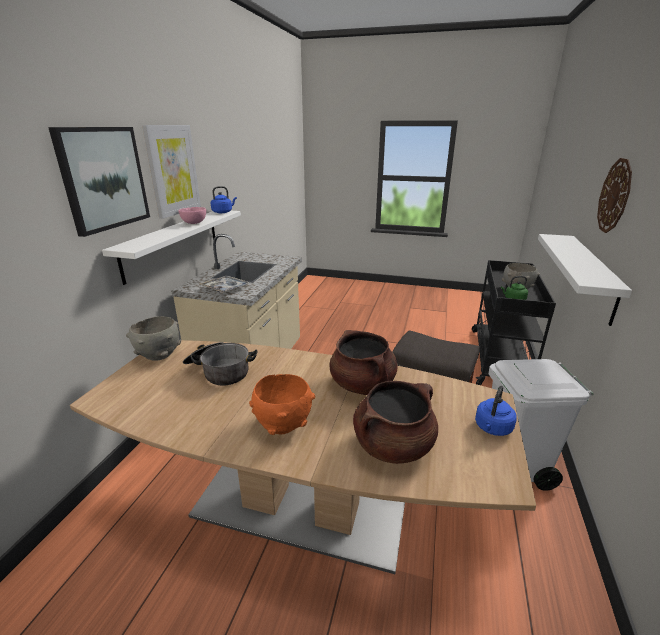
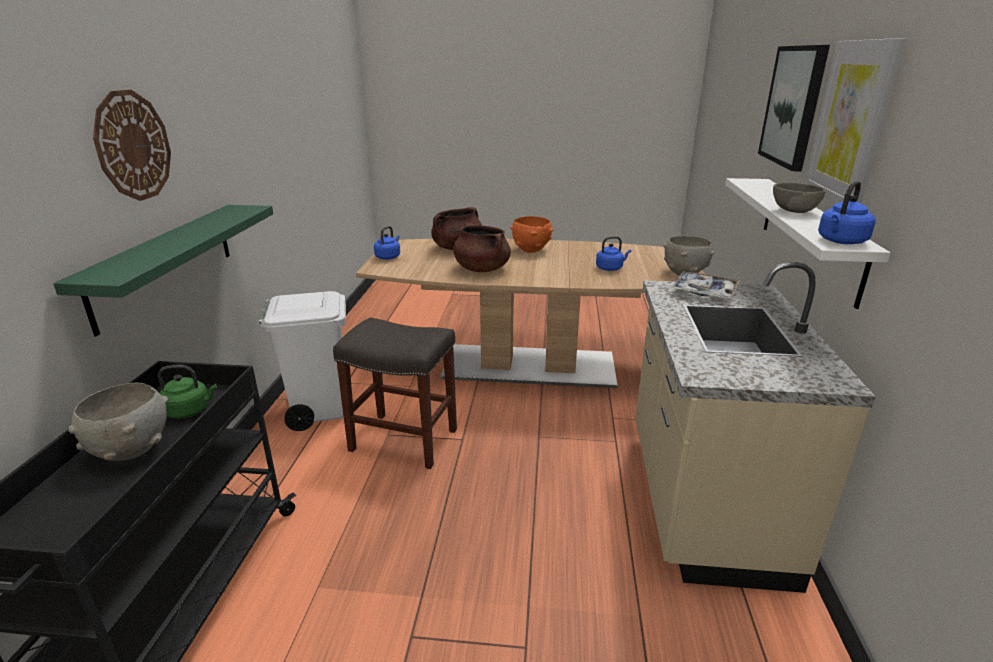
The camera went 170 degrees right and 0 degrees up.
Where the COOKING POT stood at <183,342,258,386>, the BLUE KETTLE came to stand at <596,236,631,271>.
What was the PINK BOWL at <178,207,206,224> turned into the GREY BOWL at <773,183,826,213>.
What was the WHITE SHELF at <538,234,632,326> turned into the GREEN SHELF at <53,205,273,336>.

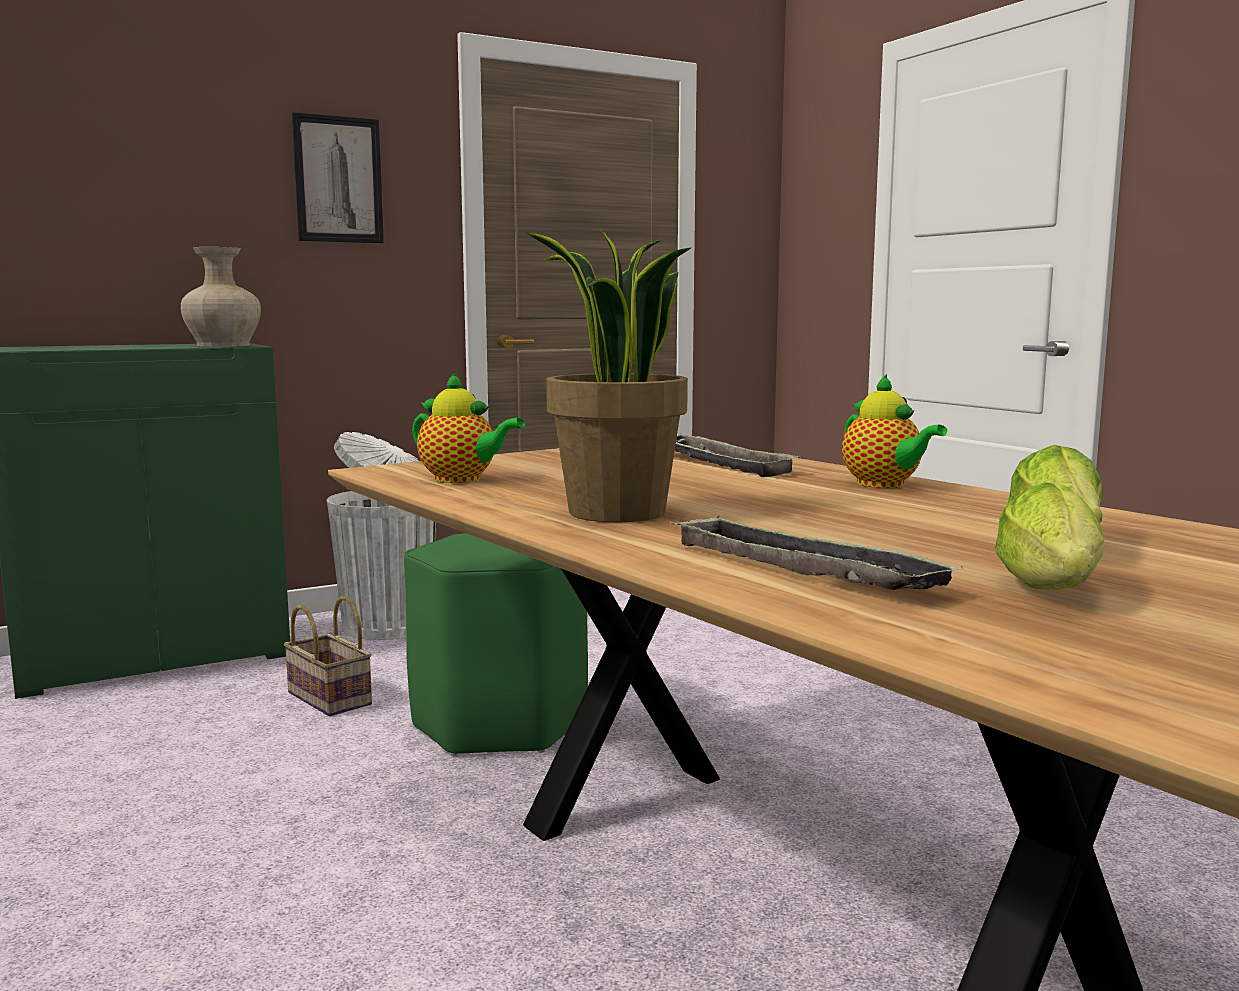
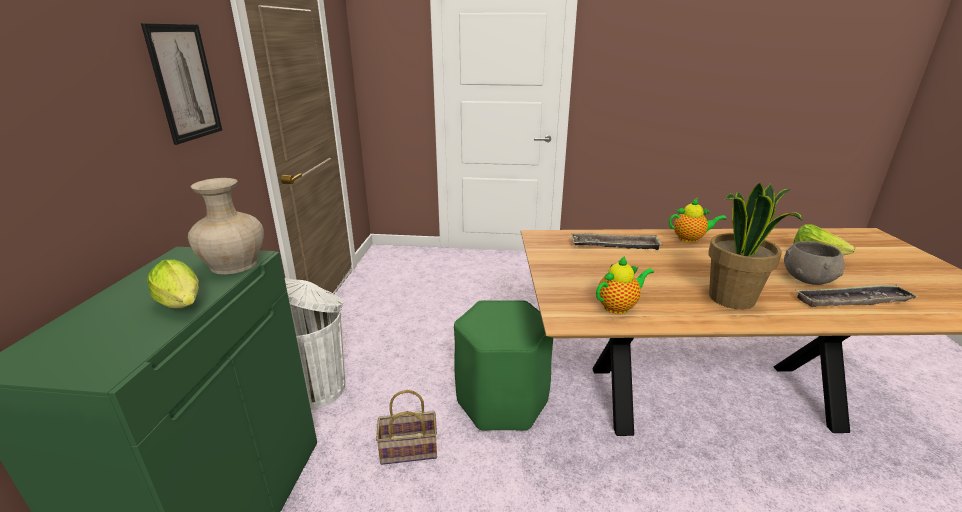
The camera went 55 degrees left and 15 degrees up.
The second view gained the GREY BOWL at <784,241,845,285>.
The LETTUCE ended up elsewhere, having gone from <995,482,1104,590> to <147,259,199,309>.

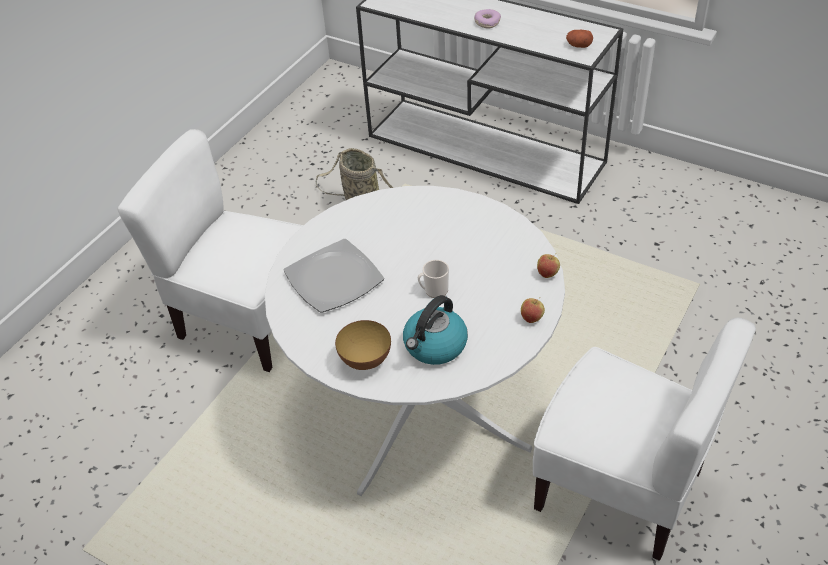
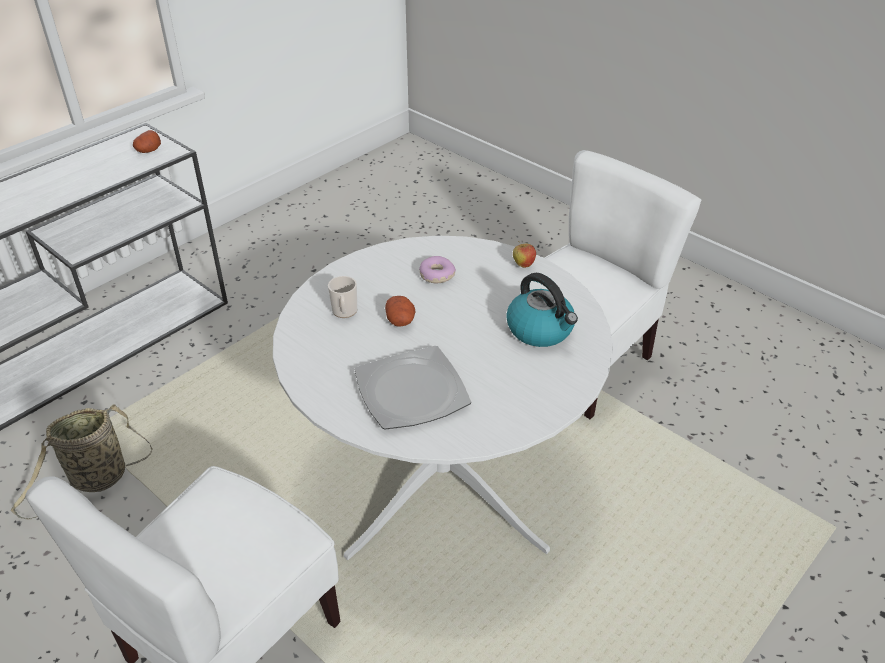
The camera went 80 degrees left and 5 degrees down.
The second view lost the BOWL at <335,320,391,370>.
The second view lost the APPLE at <537,253,560,278>.
The second view gained the POTATO at <385,296,415,326>.
The MUG ended up elsewhere, having gone from <418,260,449,298> to <328,276,357,318>.
The DONUT ended up elsewhere, having gone from <474,9,501,29> to <419,256,456,283>.

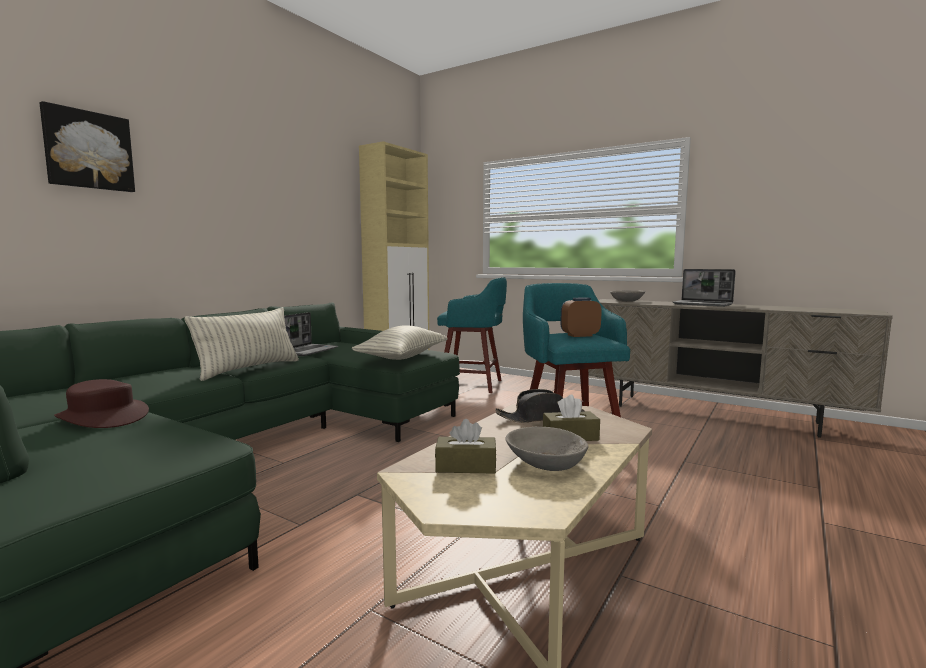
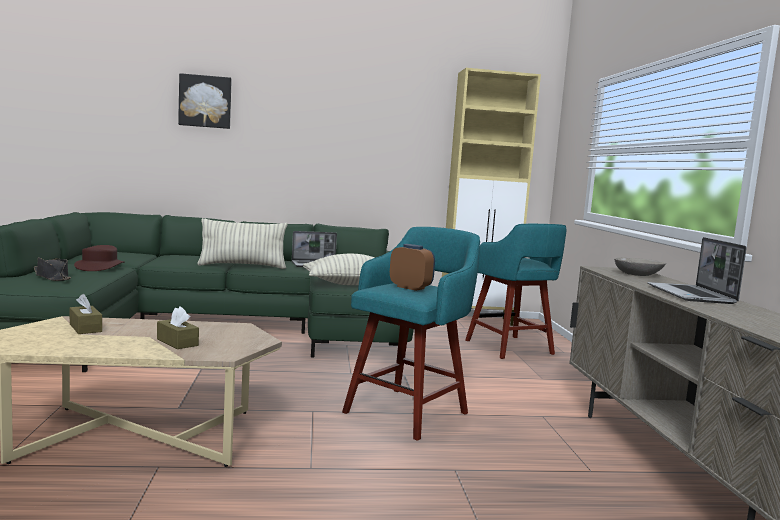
The camera went 50 degrees right and 0 degrees up.
The second view lost the GREY BOWL at <506,427,589,471>.
The BLACK HAT ended up elsewhere, having gone from <495,389,584,423> to <34,257,71,281>.

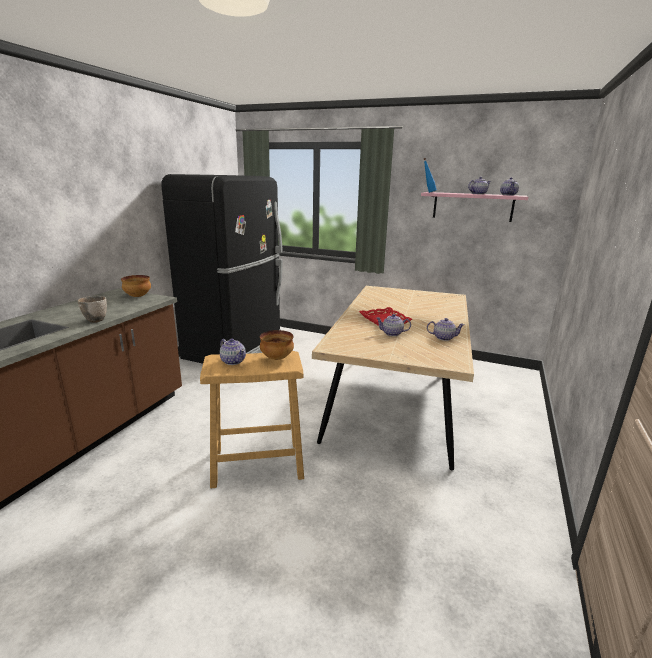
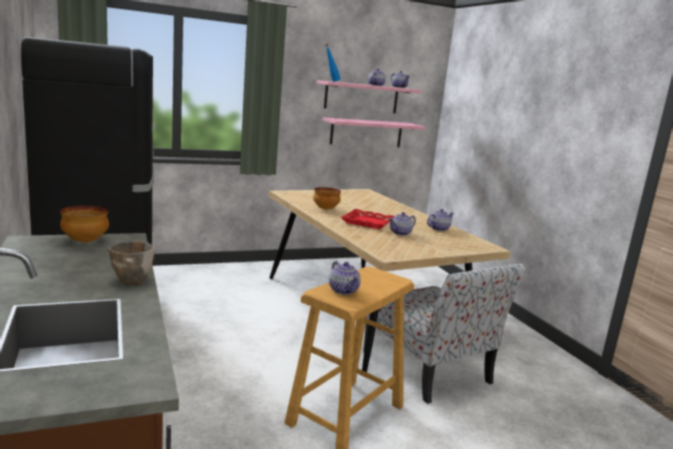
The camera went 45 degrees left and 5 degrees down.
The second view gained the PINK SHELF at <323,117,426,147>.
The second view gained the CHAIR at <363,263,526,404>.
The BOWL ended up elsewhere, having gone from <260,330,294,360> to <313,187,341,210>.
The TEAPOT at <220,338,246,365> ended up facing another way, 60 degrees clockwise from before.

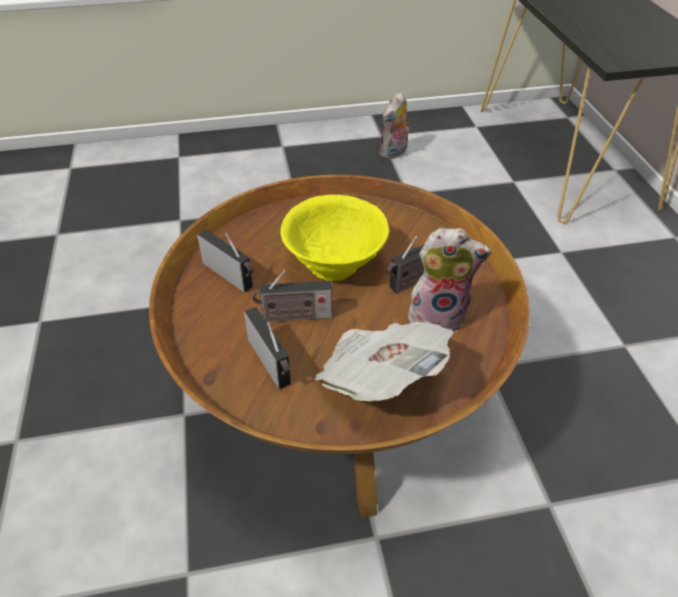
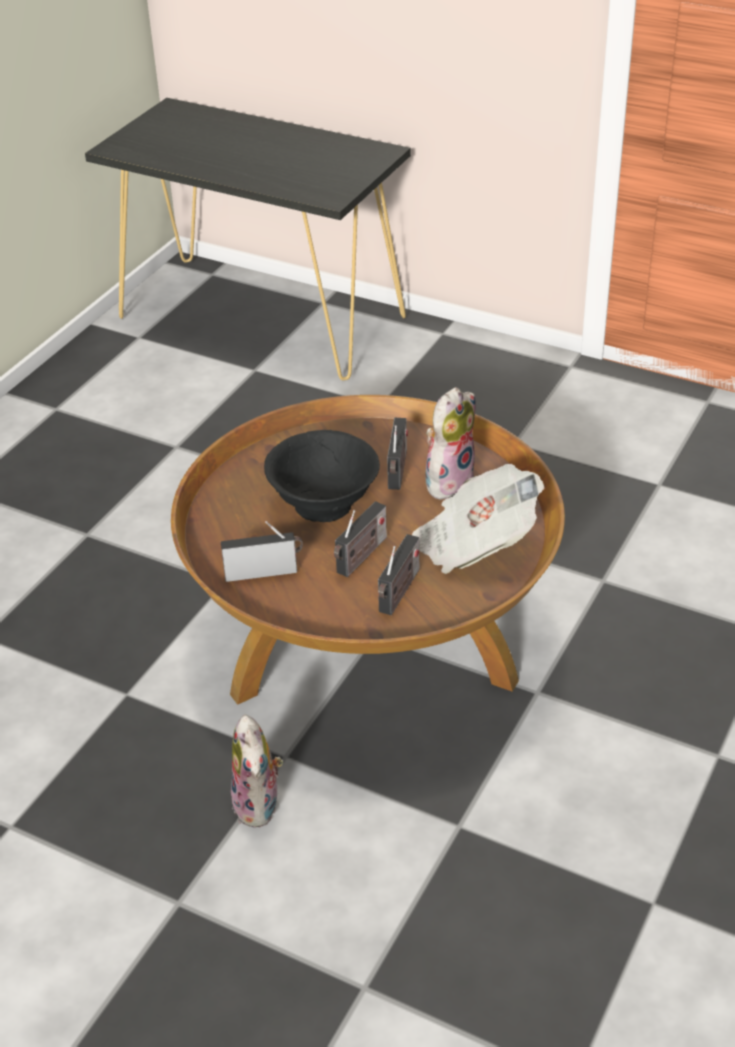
The camera went 50 degrees left and 5 degrees down.
The PLUSH TOY ended up elsewhere, having gone from <380,92,410,160> to <231,714,283,828>.
What was the YELLOW BOWL at <281,195,389,281> turned into the BLACK BOWL at <264,430,380,522>.
The RADIO at <244,307,291,389> ended up facing another way, 105 degrees clockwise from before.

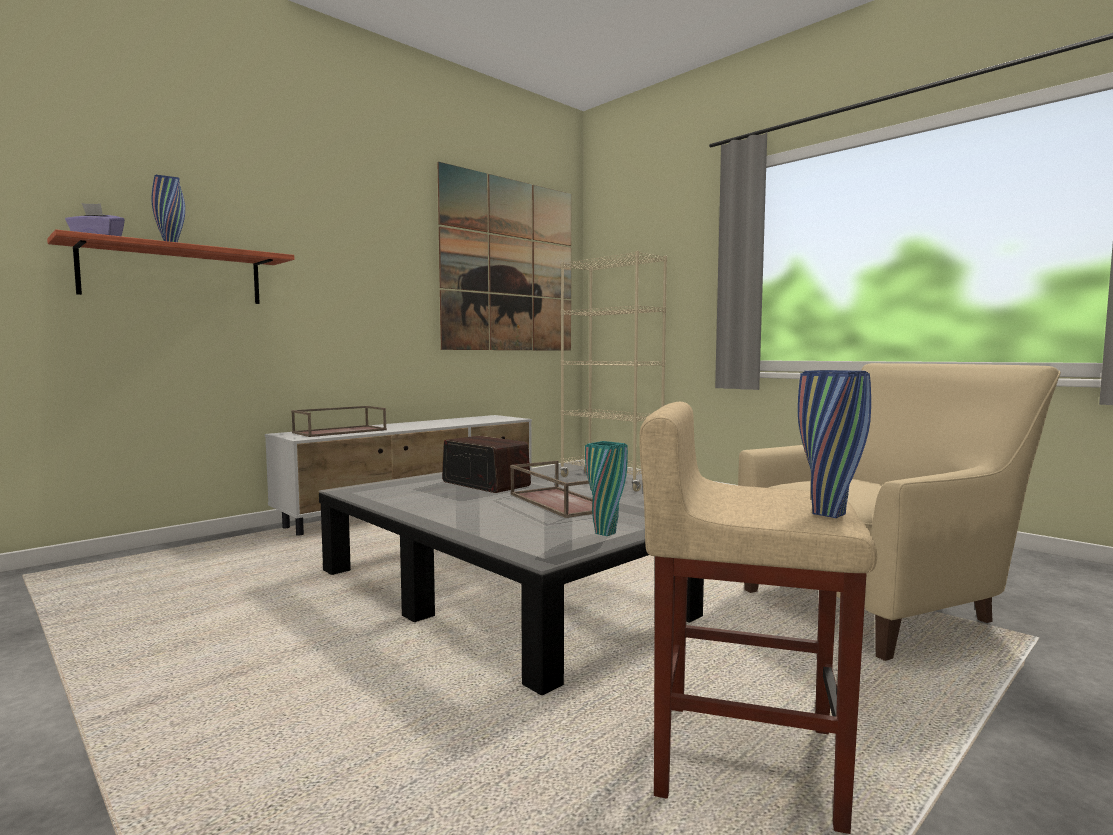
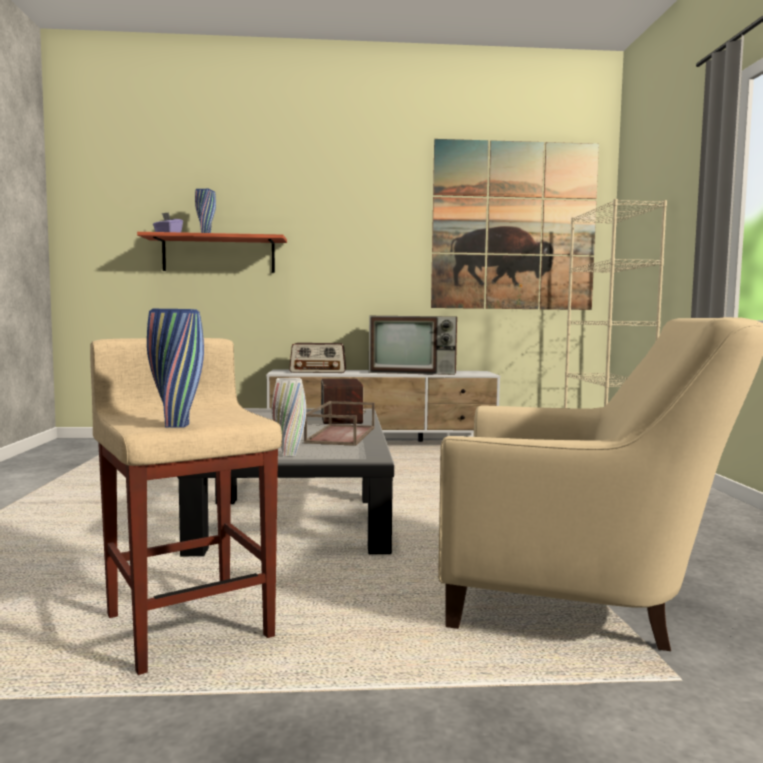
The camera went 40 degrees right and 0 degrees up.
The second view gained the TELEVISION at <369,316,457,375>.
Where the BROWN TRAY stood at <291,406,387,437>, the RADIO came to stand at <289,343,346,373>.
What was the TURQUOISE VASE at <585,441,628,536> turned into the WHITE VASE at <272,378,306,456>.

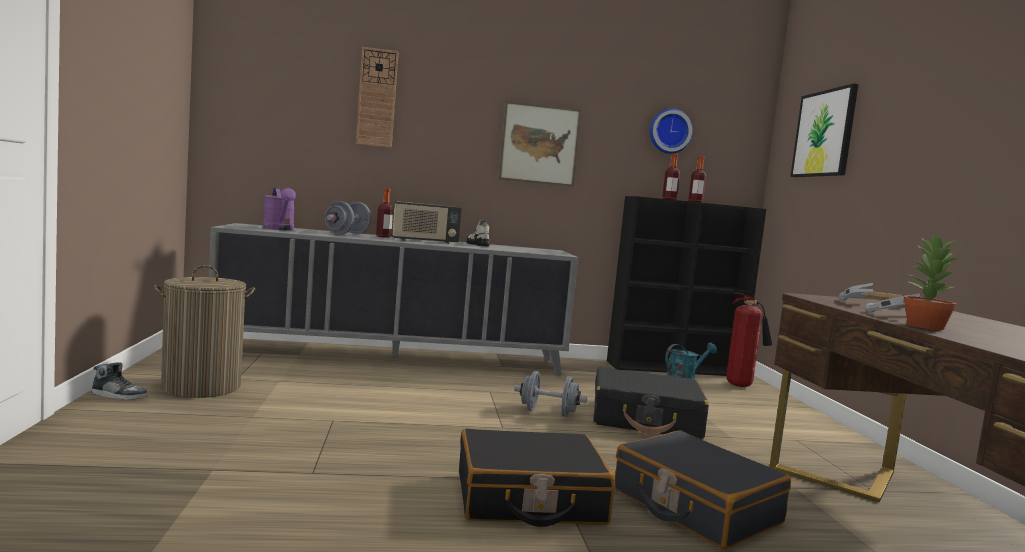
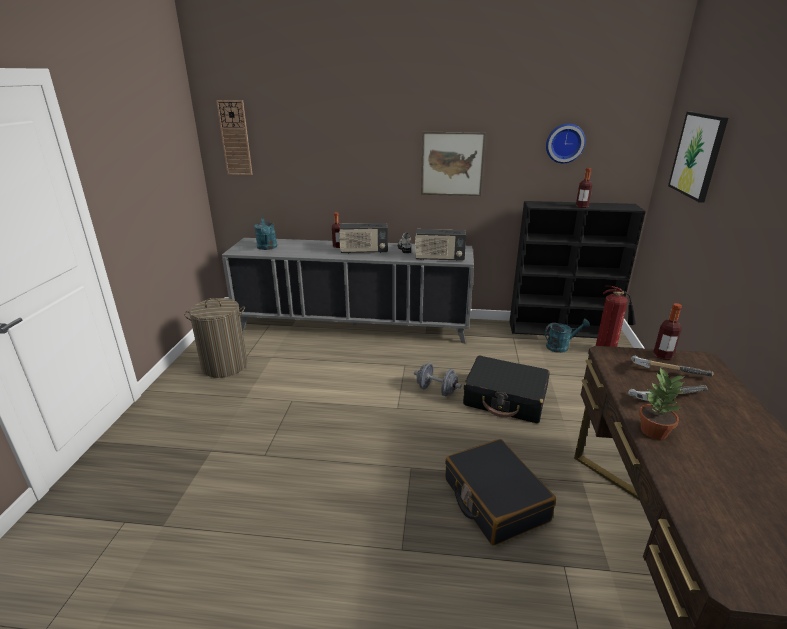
The camera went 15 degrees right and 20 degrees up.
The second view lost the SHOE at <92,362,147,400>.
The second view lost the GREY DUMBBELL at <325,201,371,234>.
The second view lost the BLACK SUITCASE at <459,429,615,527>.
The second view gained the RADIO at <415,229,466,261>.
The WALL CLOCK ended up elsewhere, having gone from <356,47,398,148> to <216,100,253,175>.
The BOTTLE ended up elsewhere, having gone from <662,153,680,200> to <653,303,682,360>.
What was the PURPLE WATERING CAN at <263,187,296,231> turned into the TURQUOISE WATERING CAN at <254,217,277,250>.

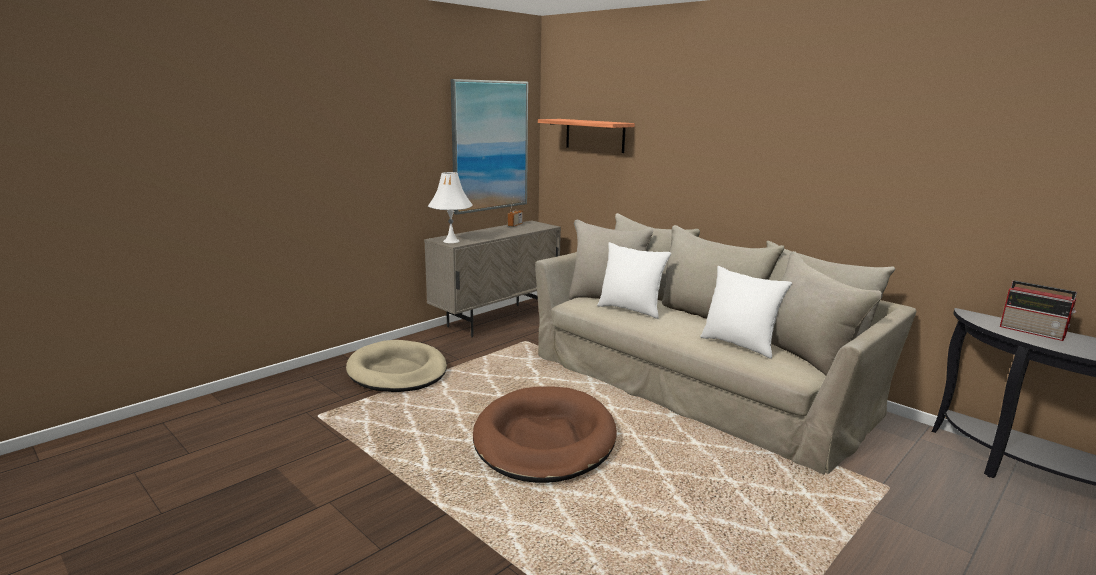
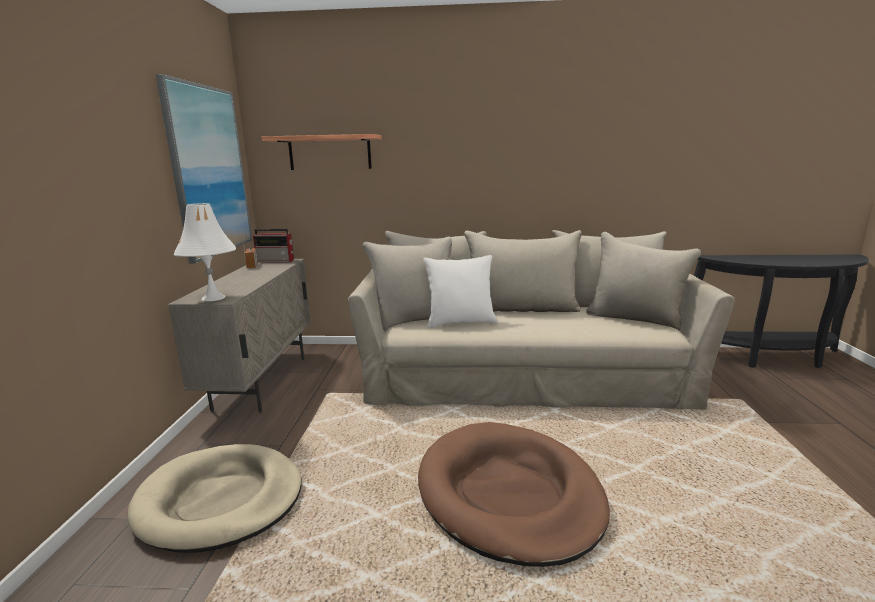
The camera went 40 degrees left and 0 degrees up.
The second view lost the WHITE PILLOW at <700,266,792,359>.
The RADIO ended up elsewhere, having gone from <1000,280,1077,341> to <253,229,294,262>.

